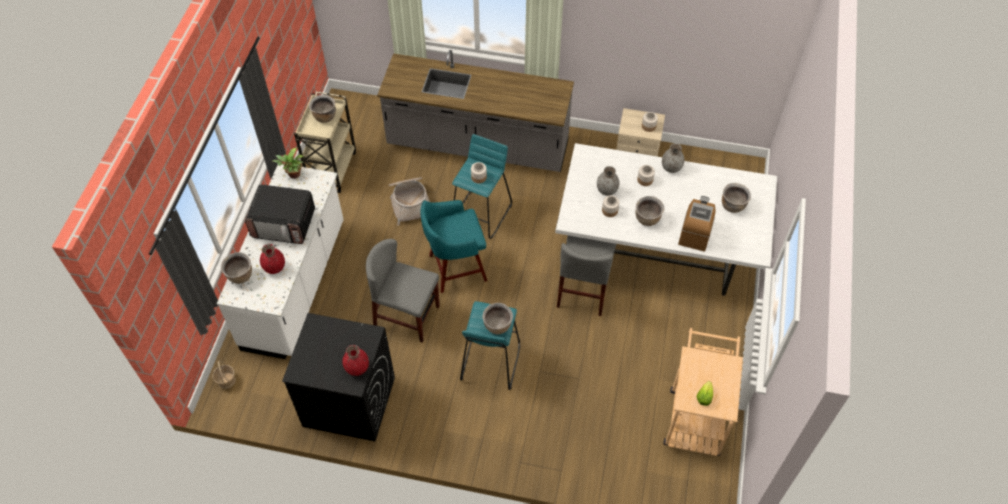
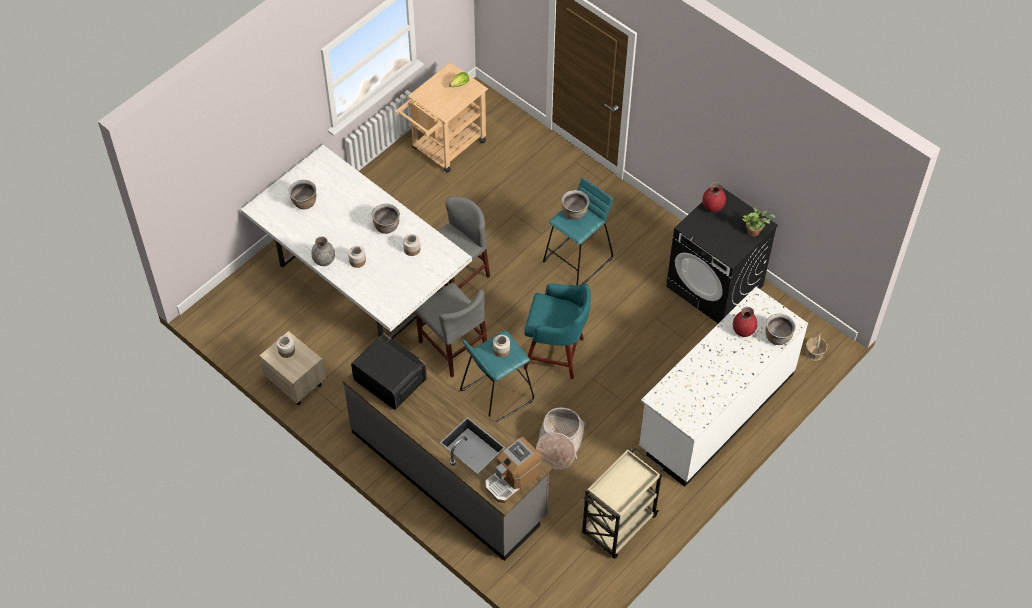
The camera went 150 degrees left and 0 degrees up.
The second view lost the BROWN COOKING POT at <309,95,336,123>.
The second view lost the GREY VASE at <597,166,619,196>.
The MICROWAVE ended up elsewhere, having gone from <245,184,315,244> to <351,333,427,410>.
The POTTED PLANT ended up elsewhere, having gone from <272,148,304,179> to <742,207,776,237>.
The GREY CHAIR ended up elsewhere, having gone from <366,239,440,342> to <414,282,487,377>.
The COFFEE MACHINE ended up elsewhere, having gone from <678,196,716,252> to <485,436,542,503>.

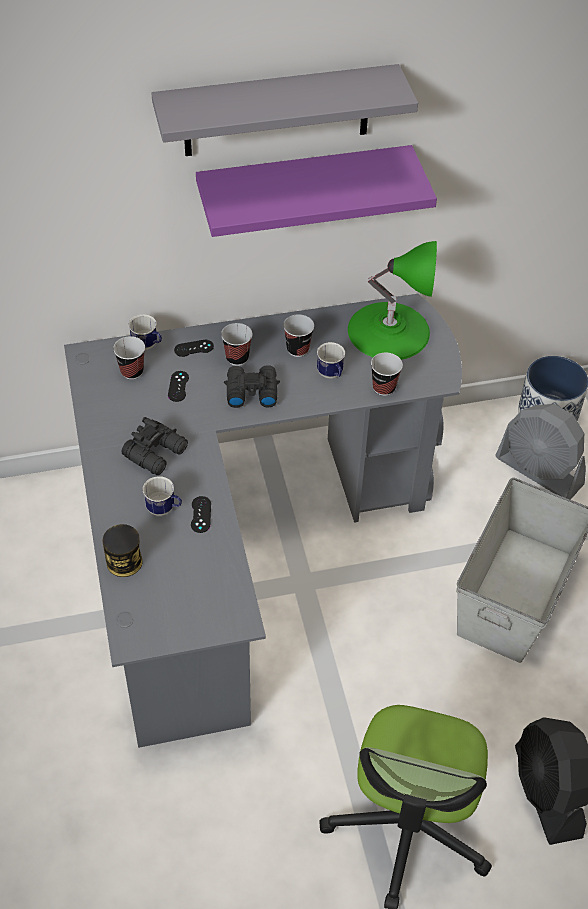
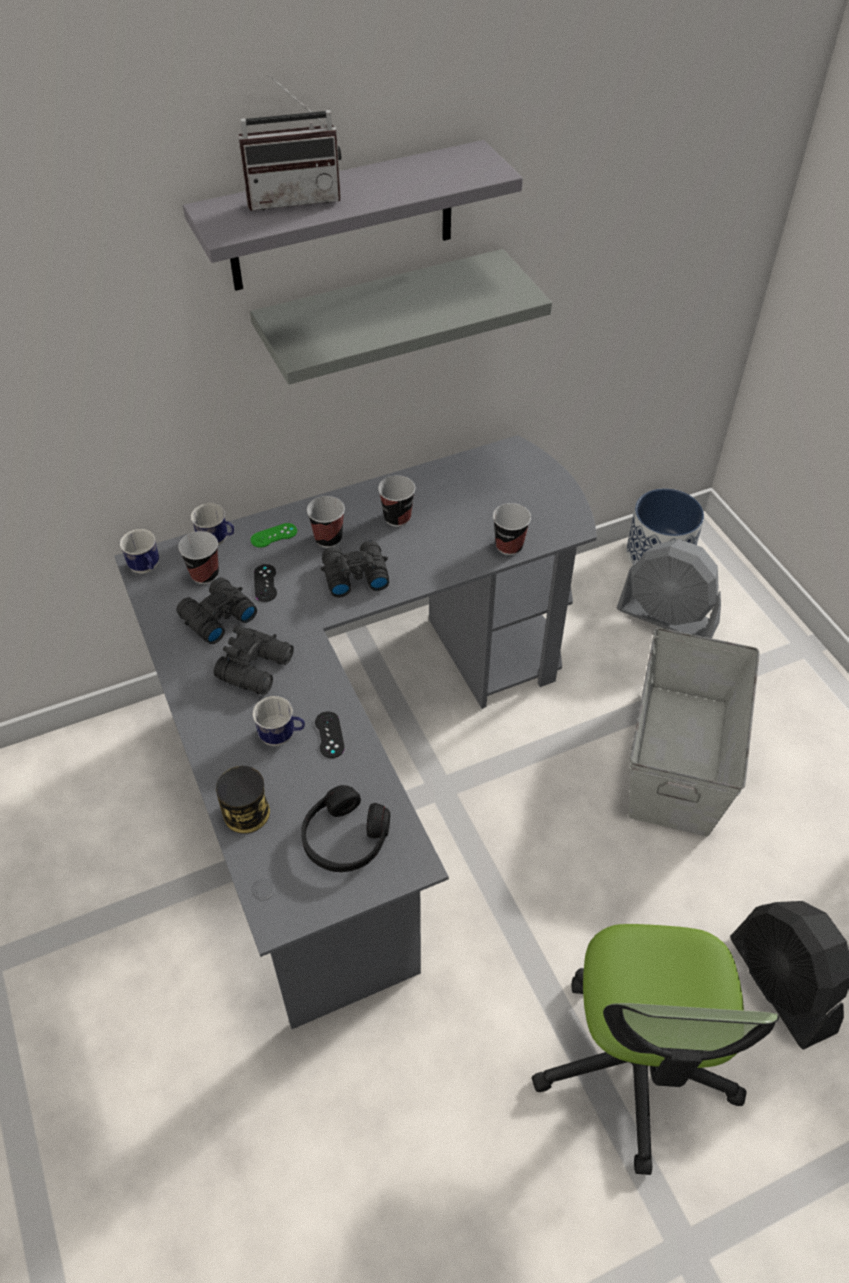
The camera went 10 degrees left and 0 degrees up.
The second view lost the GREEN TABLE LAMP at <348,241,437,360>.
The second view gained the BLACK BINOCULARS at <176,577,257,644>.
The second view gained the RADIO at <238,74,341,211>.
The second view gained the BLACK HEADPHONES at <301,785,390,872>.
The MUG ended up elsewhere, having gone from <317,342,345,379> to <120,529,159,573>.
What was the BLACK GAME CONTROLLER at <174,340,214,357> turned into the GREEN GAME CONTROLLER at <251,523,297,548>.
What was the PURPLE SHELF at <196,145,437,237> turned into the GREY SHELF at <250,249,552,385>.

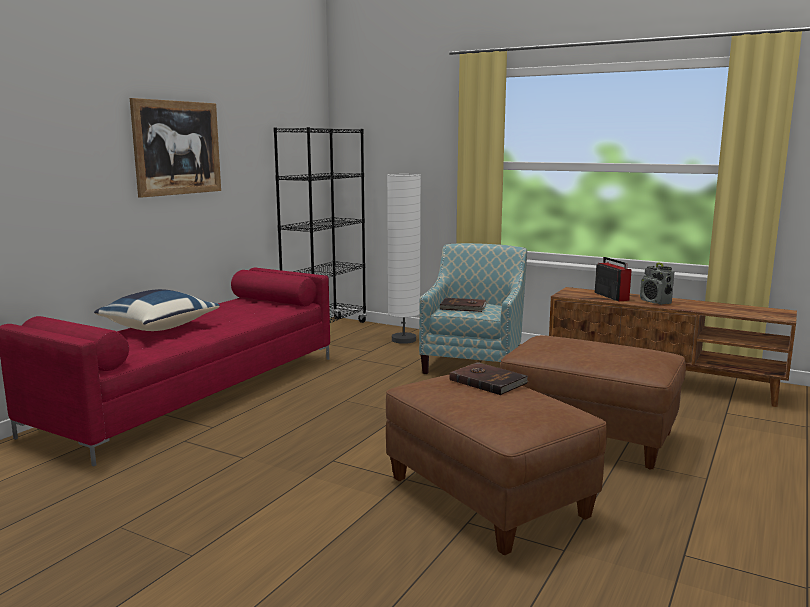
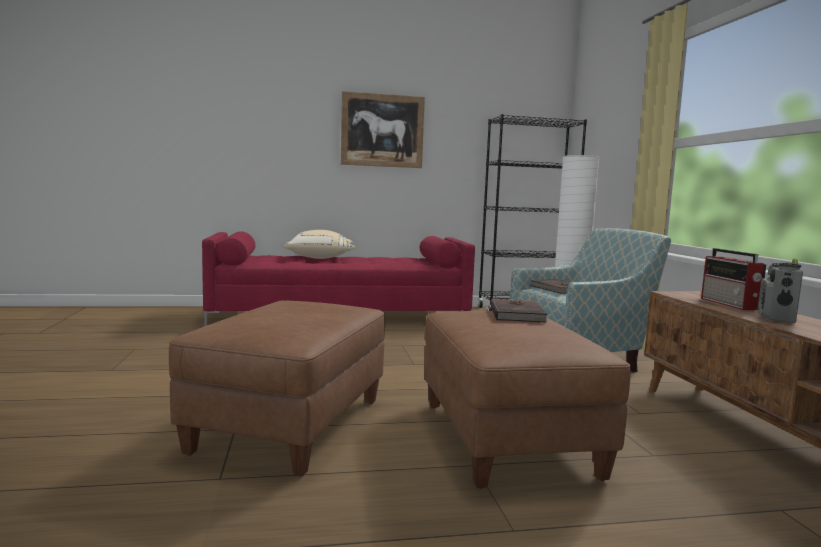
The camera went 50 degrees right and 5 degrees down.
The BROWN BOOK ended up elsewhere, having gone from <449,362,528,395> to <491,299,548,322>.
What was the BLUE PILLOW at <94,289,220,331> turned into the BEIGE PILLOW at <284,230,355,259>.
The RADIO at <595,257,632,301> ended up facing another way, 135 degrees clockwise from before.

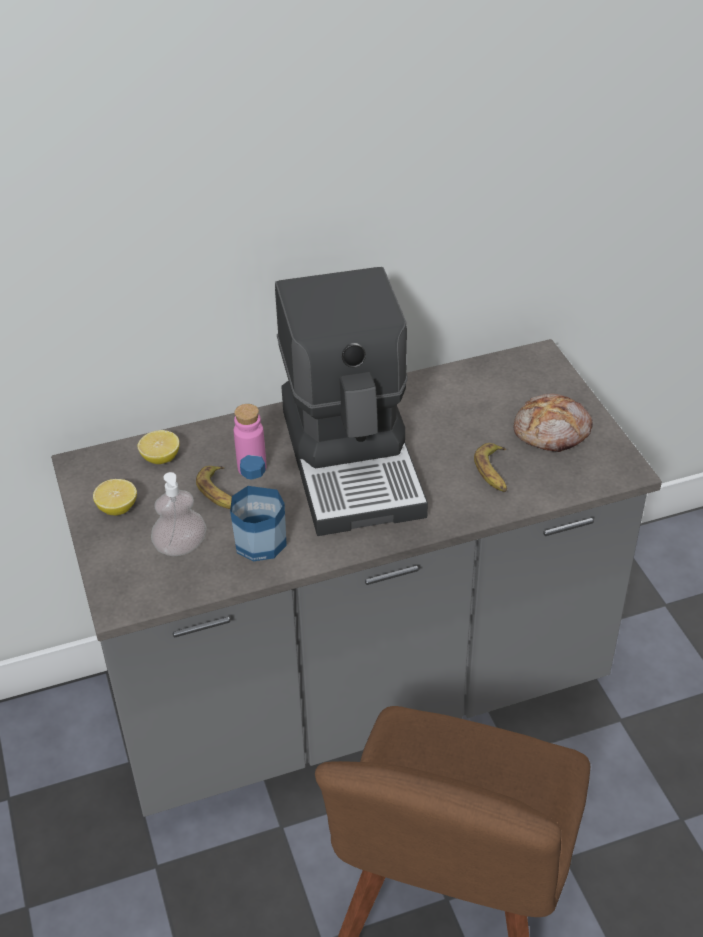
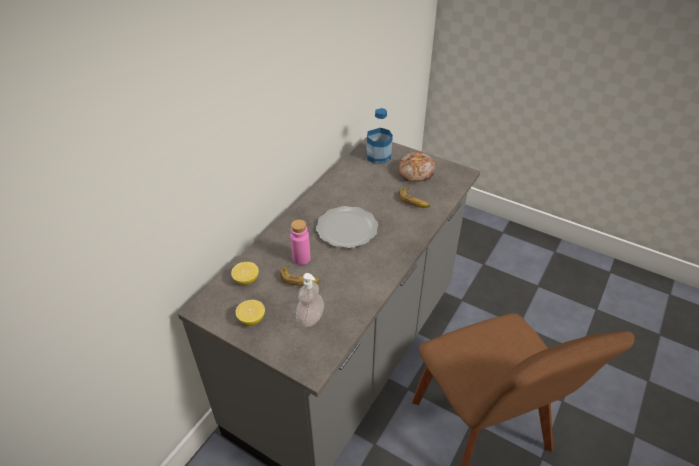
The camera went 40 degrees left and 0 degrees up.
The BOTTLE ended up elsewhere, having gone from <230,455,287,561> to <366,108,393,164>.
Where the COFFEE MACHINE stood at <275,267,428,536>, the PLATE came to stand at <316,206,378,248>.

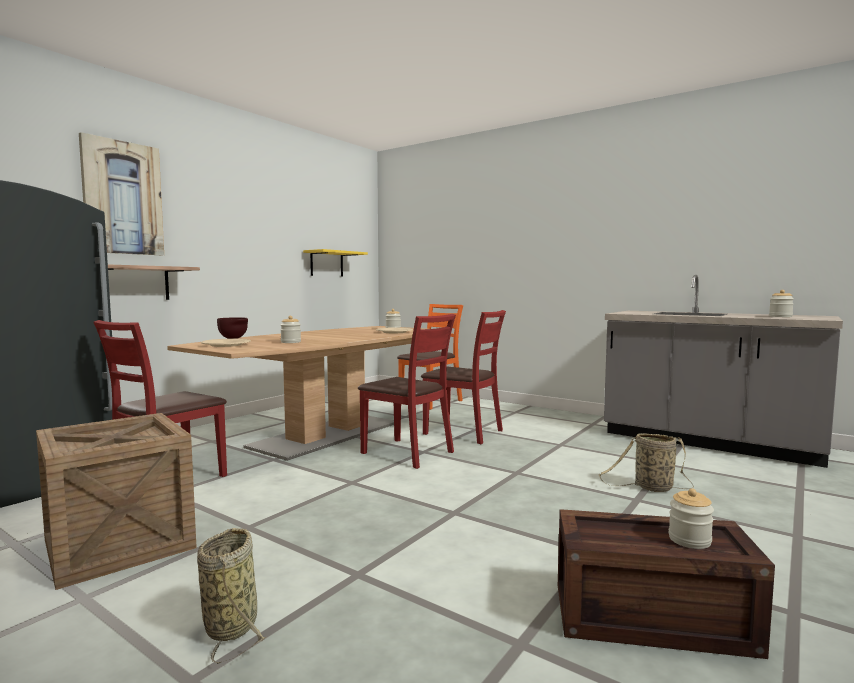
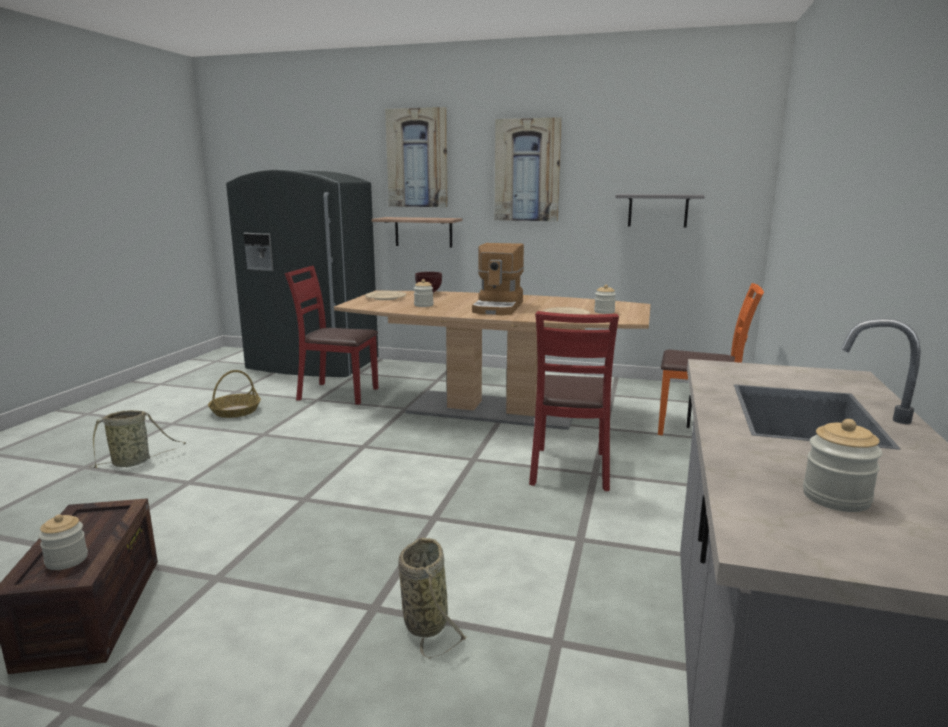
The camera went 70 degrees right and 10 degrees up.
The second view lost the RED CHAIR at <358,314,456,469>.
The second view gained the COFFEE MACHINE at <472,243,524,315>.
The second view gained the PICTURE at <495,117,562,221>.
Where the CRATE stood at <36,413,197,590>, the BASKET came to stand at <208,370,261,418>.
What was the YELLOW SHELF at <303,249,368,276> turned into the GREY SHELF at <615,194,704,228>.

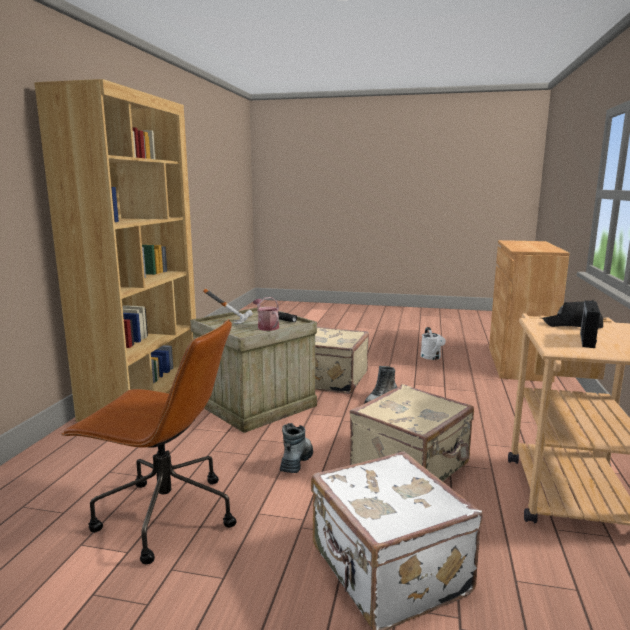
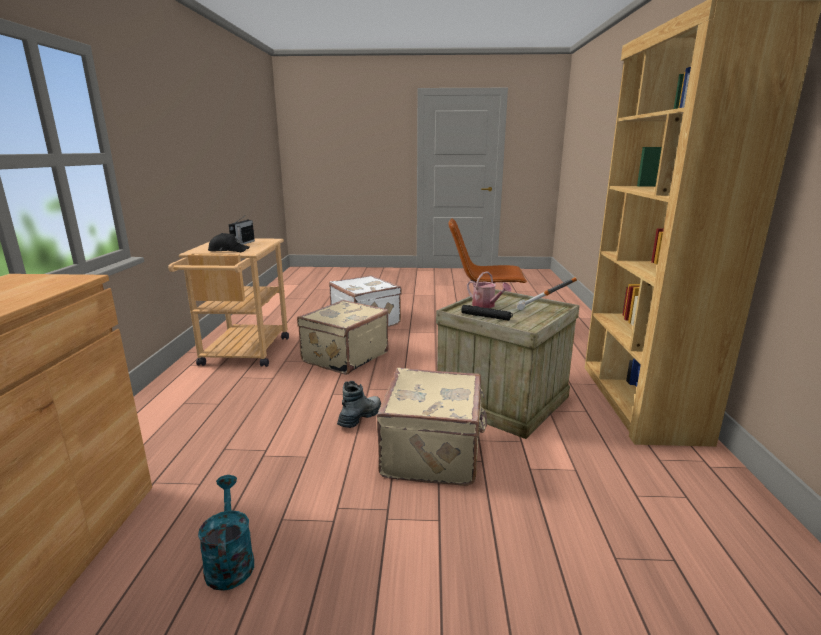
The camera went 170 degrees right and 5 degrees up.
The second view lost the BOOT at <280,423,313,473>.
What was the WHITE WATERING CAN at <421,327,446,360> turned into the TURQUOISE WATERING CAN at <198,475,254,591>.

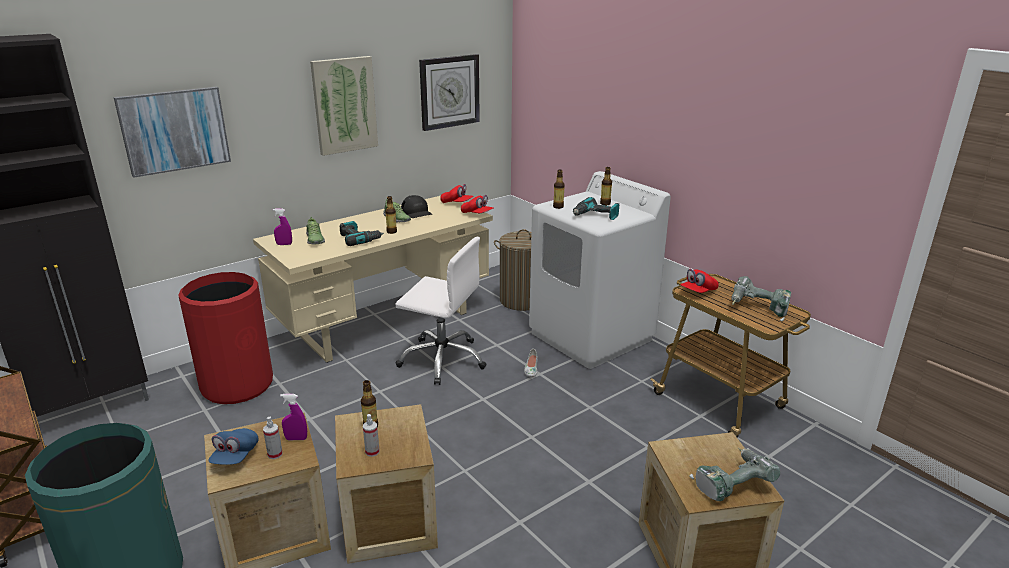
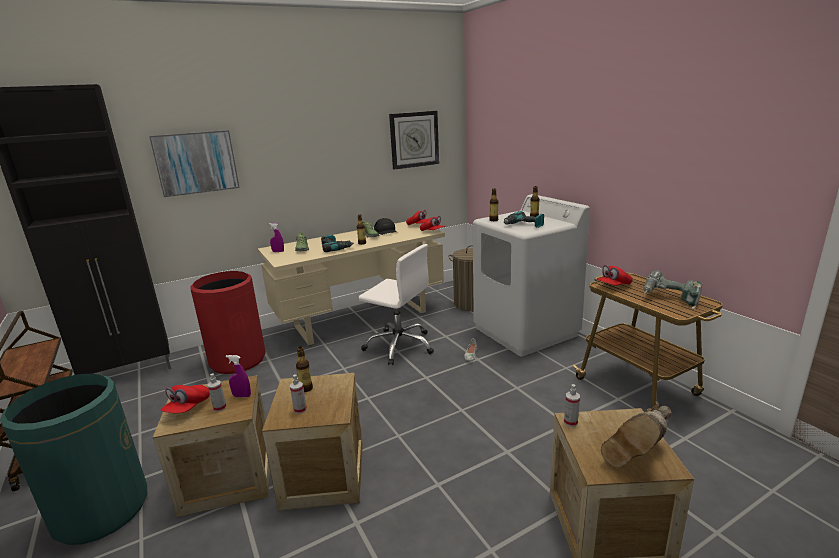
The camera went 10 degrees right and 5 degrees down.
The second view lost the PICTURE at <310,56,378,156>.
The second view gained the SPRAY BOTTLE at <564,384,580,427>.
Where the POWER DRILL stood at <690,448,780,501>, the BROWN BOOT came to stand at <601,401,672,468>.
What was the BLUE CAP at <208,428,258,465> turned into the RED CAP at <161,385,210,413>.

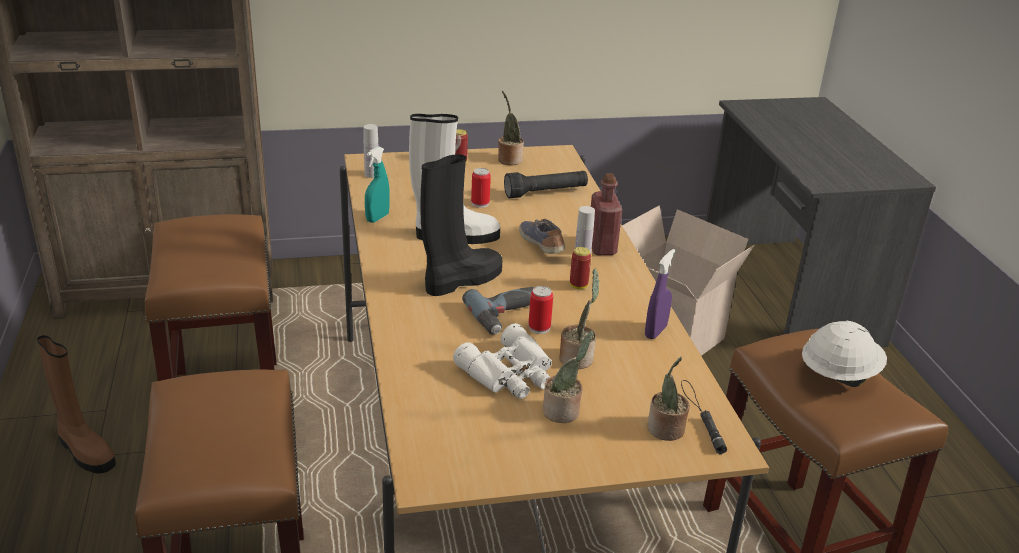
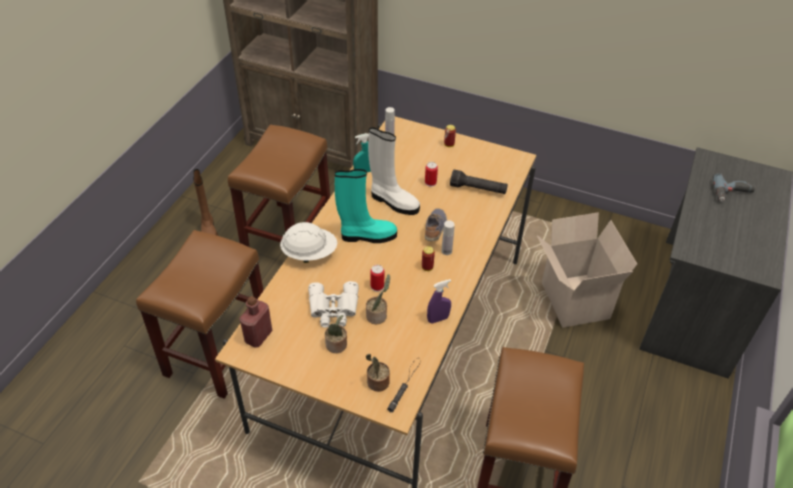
The camera went 35 degrees right and 15 degrees up.
The second view lost the POTTED PLANT at <498,91,524,165>.
The POWER DRILL ended up elsewhere, having gone from <462,287,534,335> to <713,173,756,201>.
The RED BOTTLE ended up elsewhere, having gone from <591,173,622,255> to <239,296,272,347>.
The WHITE HARD HAT ended up elsewhere, having gone from <802,320,887,387> to <280,222,337,263>.
What was the BLACK BOOT at <420,154,502,296> turned into the TURQUOISE BOOT at <335,169,397,243>.

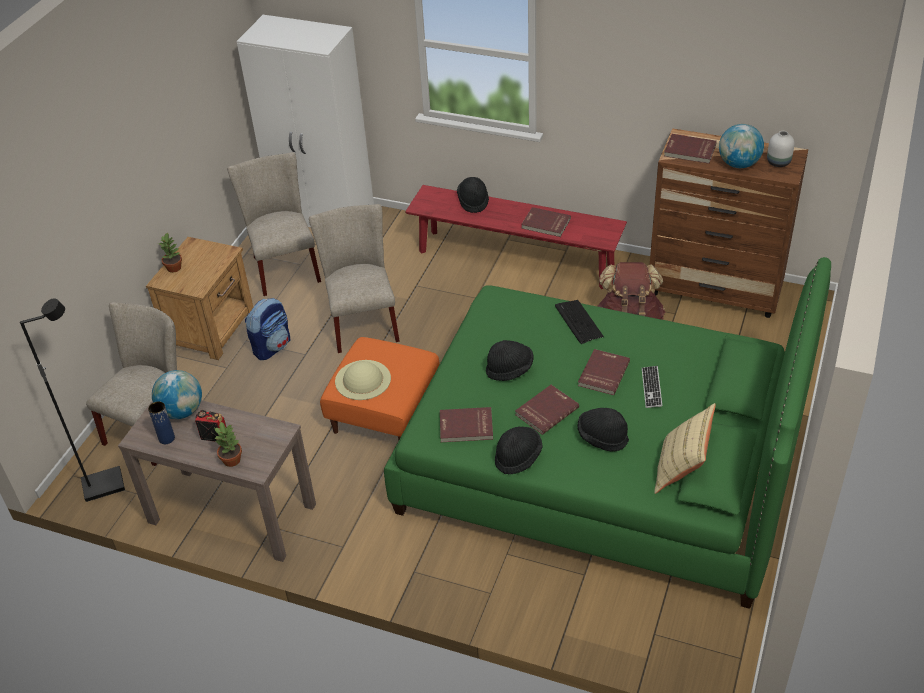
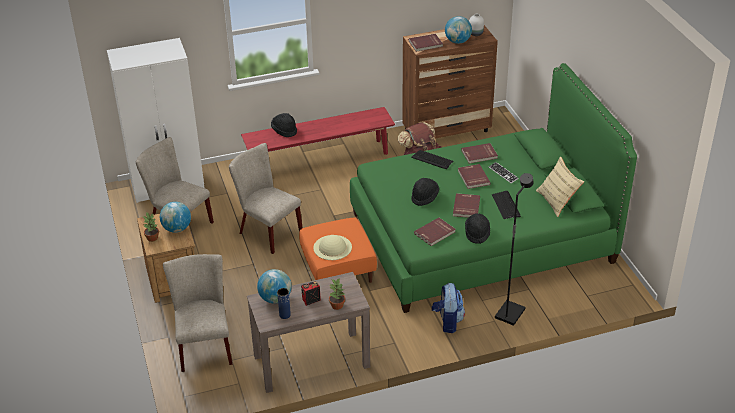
The camera went 40 degrees left and 5 degrees down.
The second view gained the GLOBE at <160,202,191,233>.
The BLACK FLOOR LAMP ended up elsewhere, having gone from <20,298,125,502> to <495,173,534,326>.
The BACKPACK ended up elsewhere, having gone from <245,298,291,360> to <432,283,465,333>.
The RED BOOK ended up elsewhere, having gone from <521,207,571,237> to <461,143,498,163>.
Where the BLACK HAT stood at <577,408,629,451>, the KEYBOARD came to stand at <492,191,521,219>.

